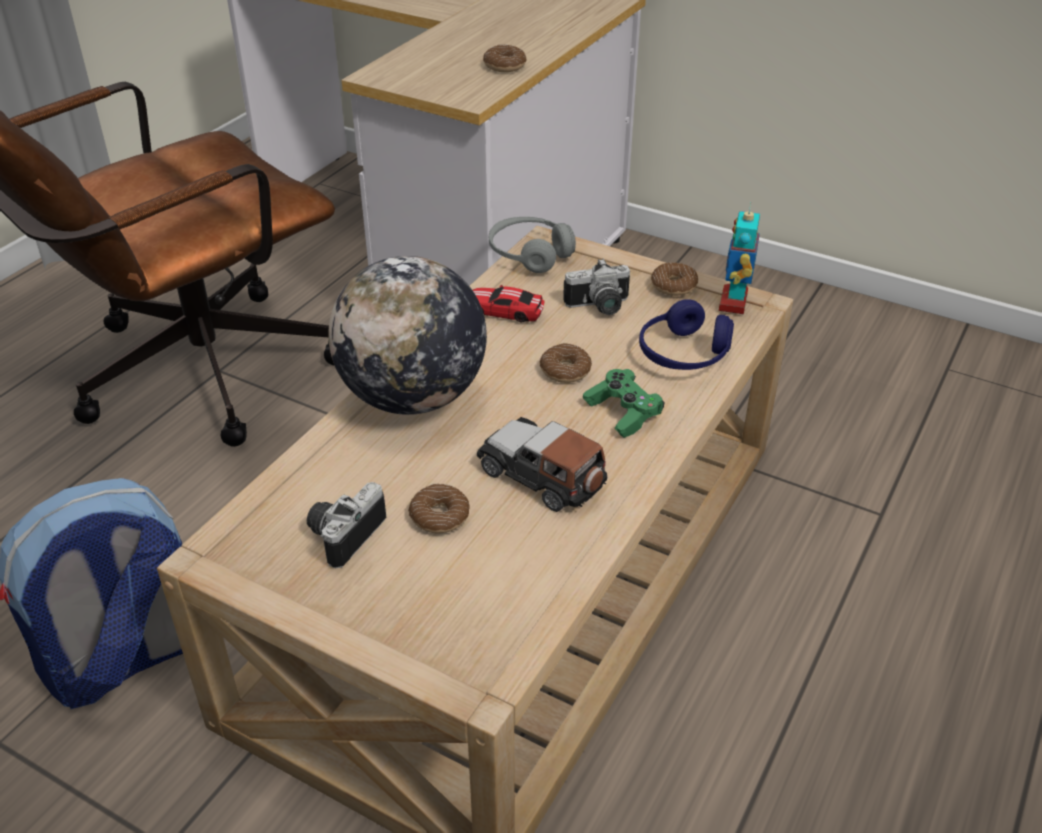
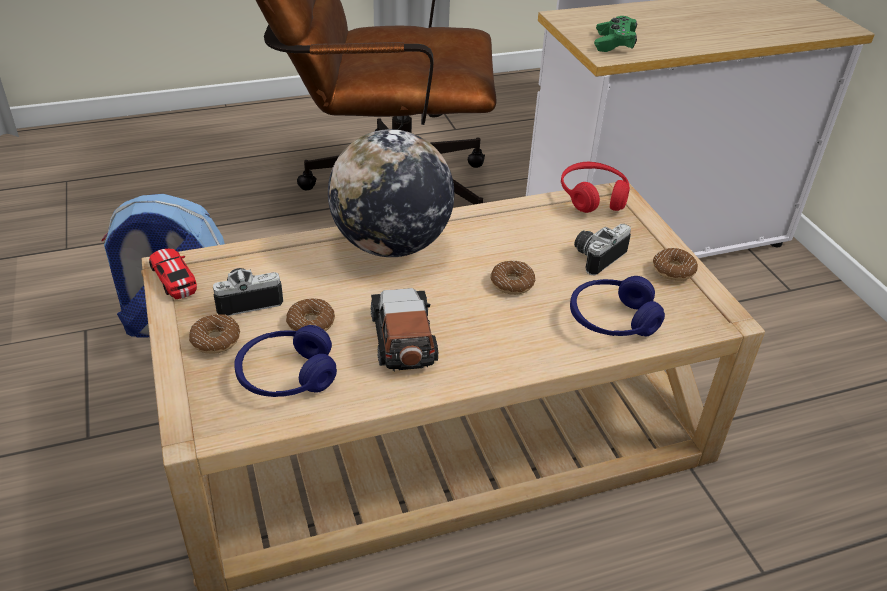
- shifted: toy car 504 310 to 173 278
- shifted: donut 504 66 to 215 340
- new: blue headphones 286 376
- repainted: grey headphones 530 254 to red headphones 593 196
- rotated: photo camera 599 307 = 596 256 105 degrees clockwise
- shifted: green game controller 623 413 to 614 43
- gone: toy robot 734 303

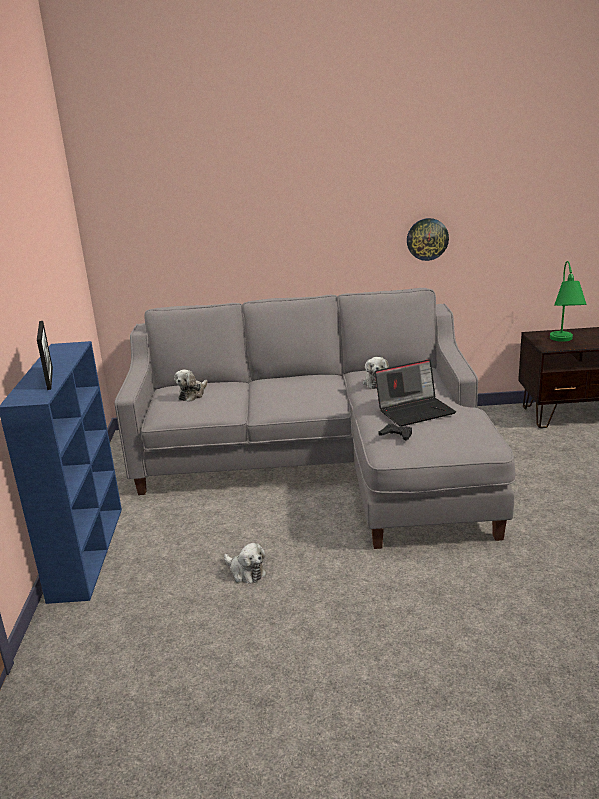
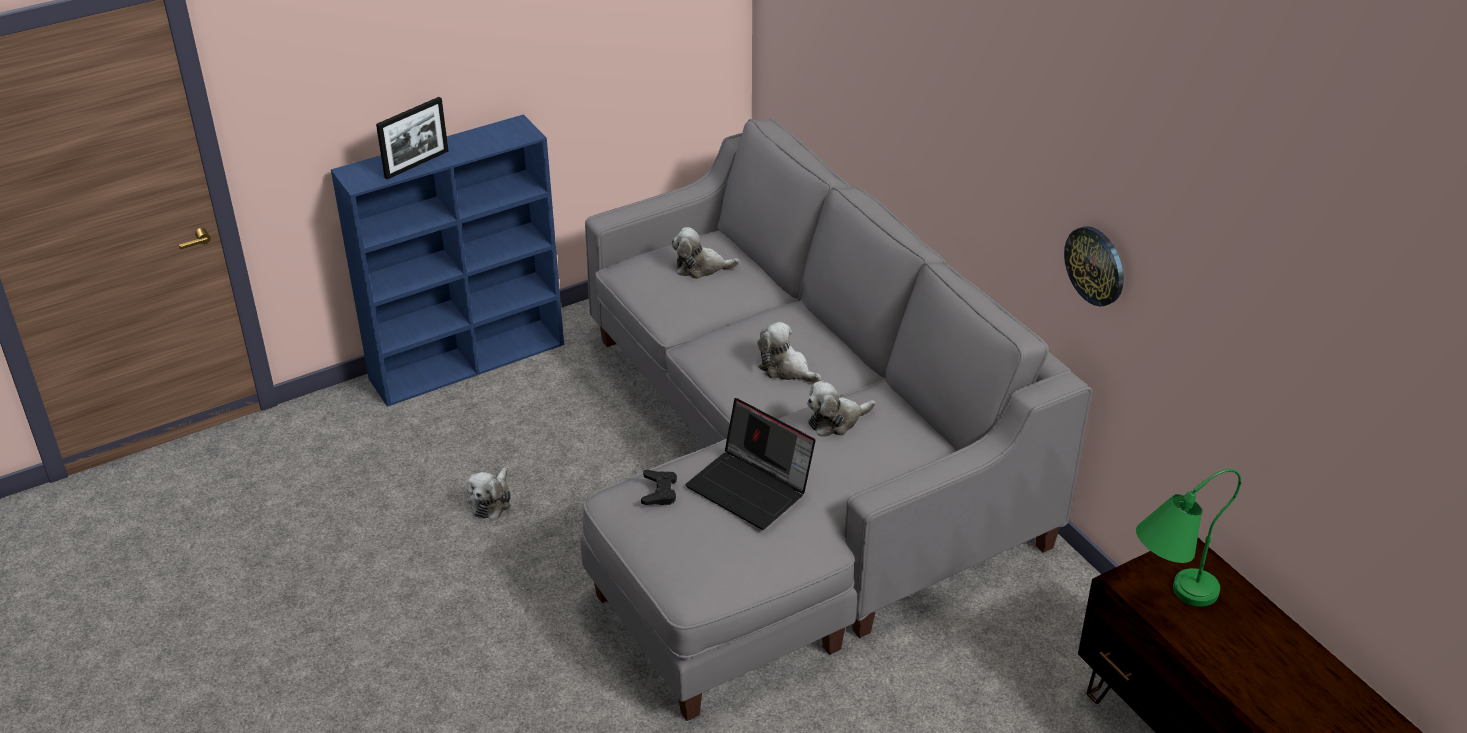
- new: plush toy 786 369

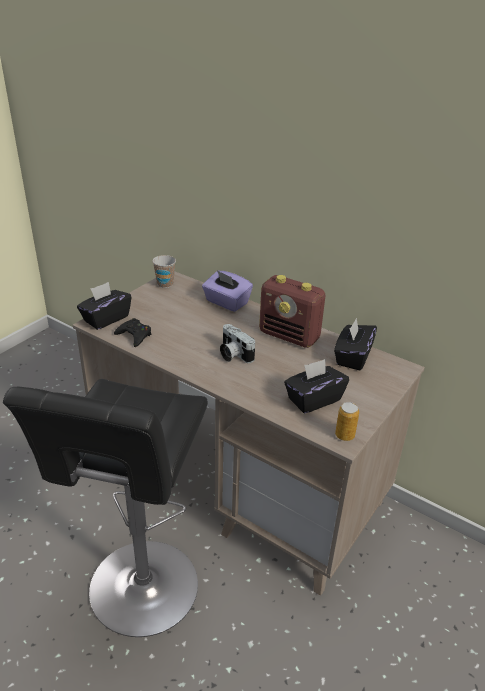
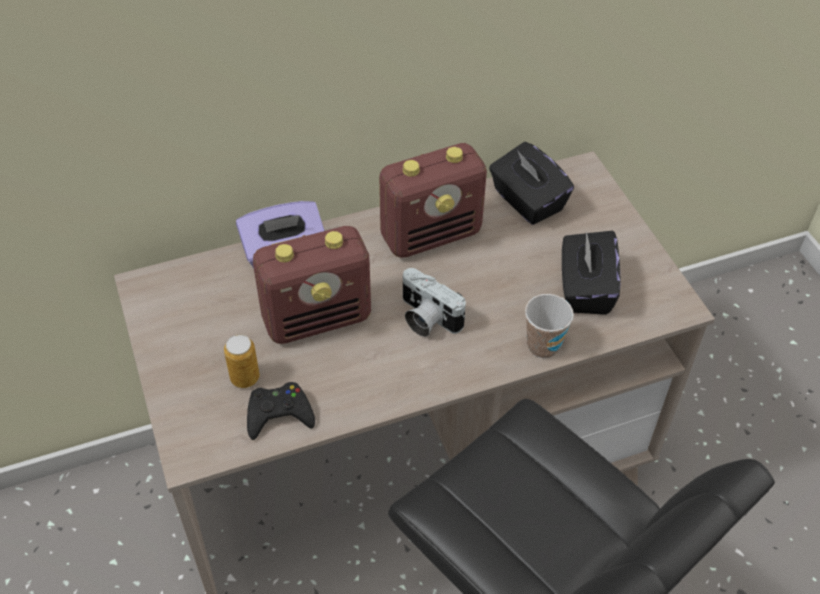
- shifted: can 344 435 to 245 378
- new: radio 318 318
- rotated: photo camera 233 354 = 426 318 45 degrees clockwise
- shifted: cup 165 284 to 543 346
- gone: black tissue box 106 319

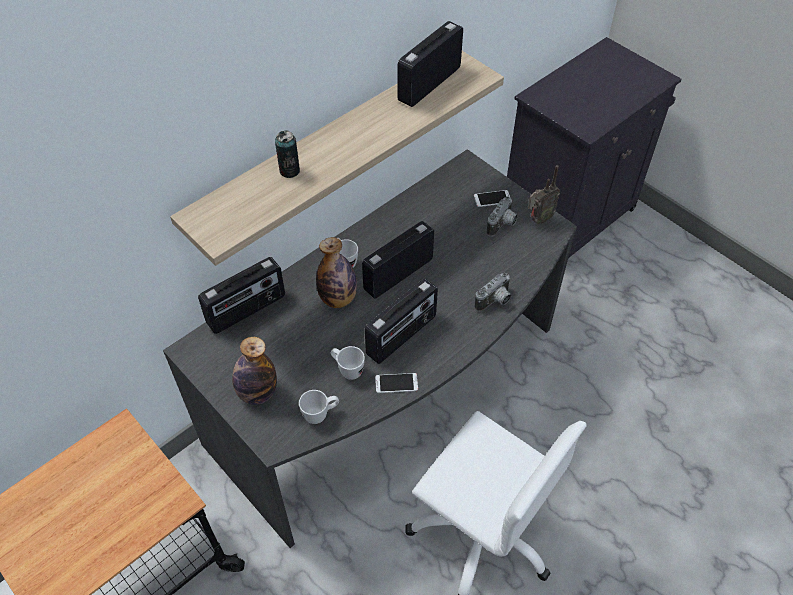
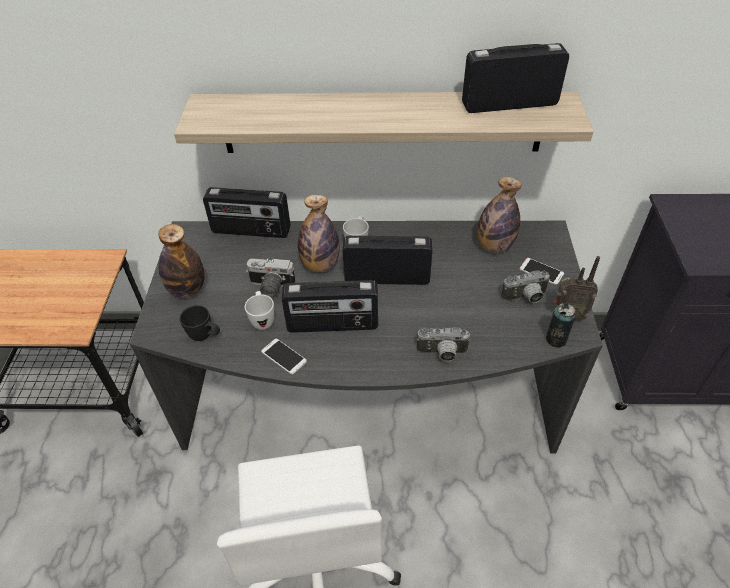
- repainted: white mug 320 414 to black mug 205 336
- new: photo camera 270 287
- new: bottle 494 246
- shifted: can 289 171 to 556 339

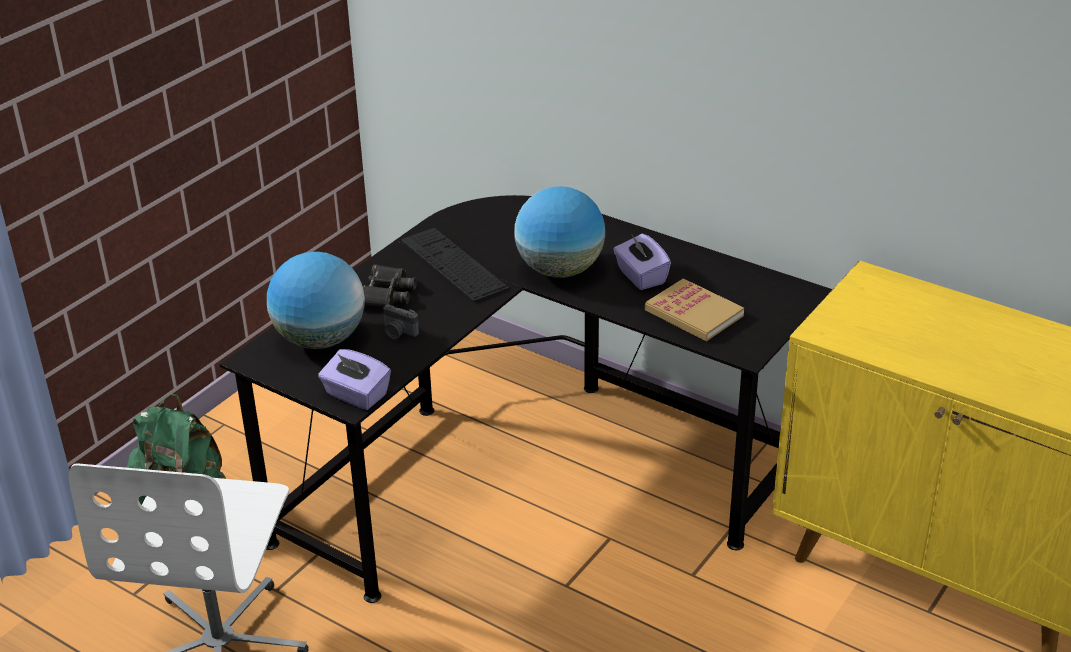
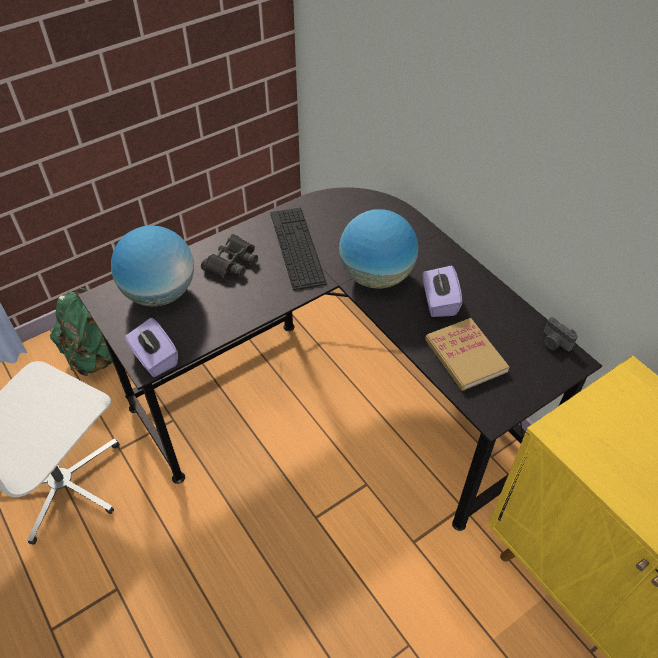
- shifted: photo camera 398 333 to 554 343

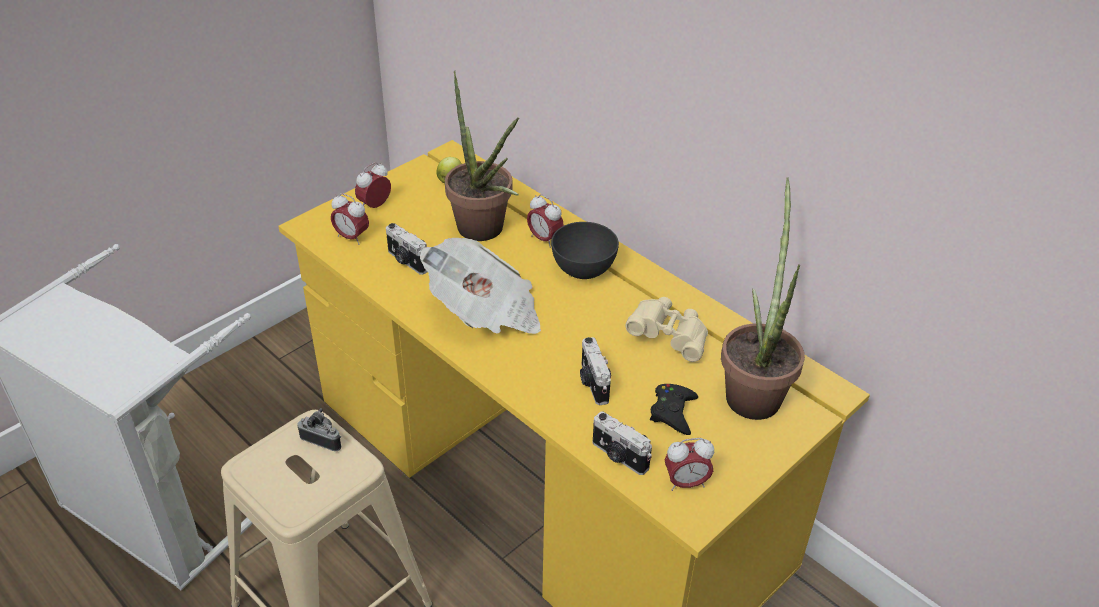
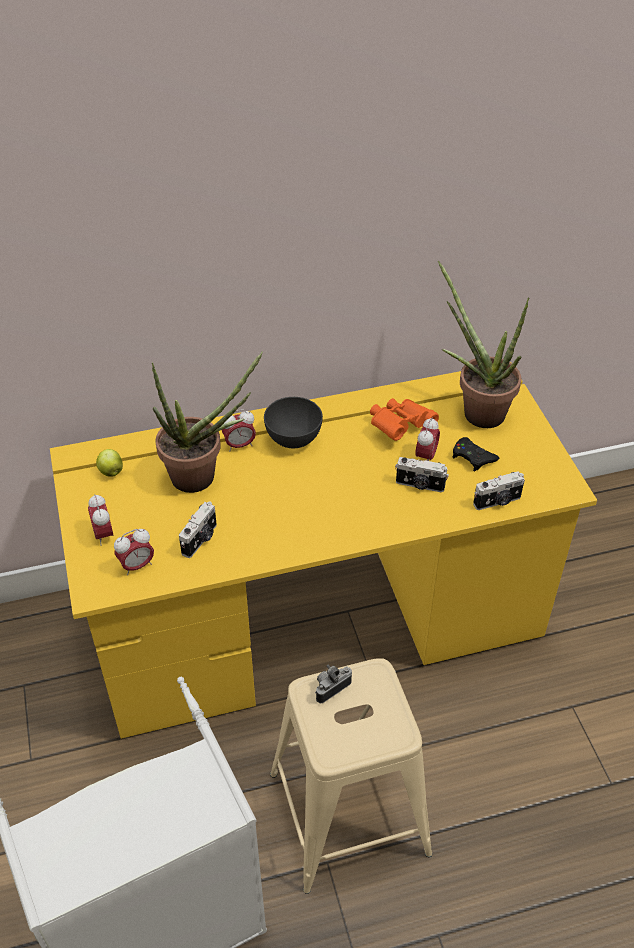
- rotated: photo camera 407 261 = 201 539 45 degrees counterclockwise
- repainted: beige binoculars 669 338 to orange binoculars 400 426
- shifted: alarm clock 686 483 to 426 456
- gone: newspaper 485 312

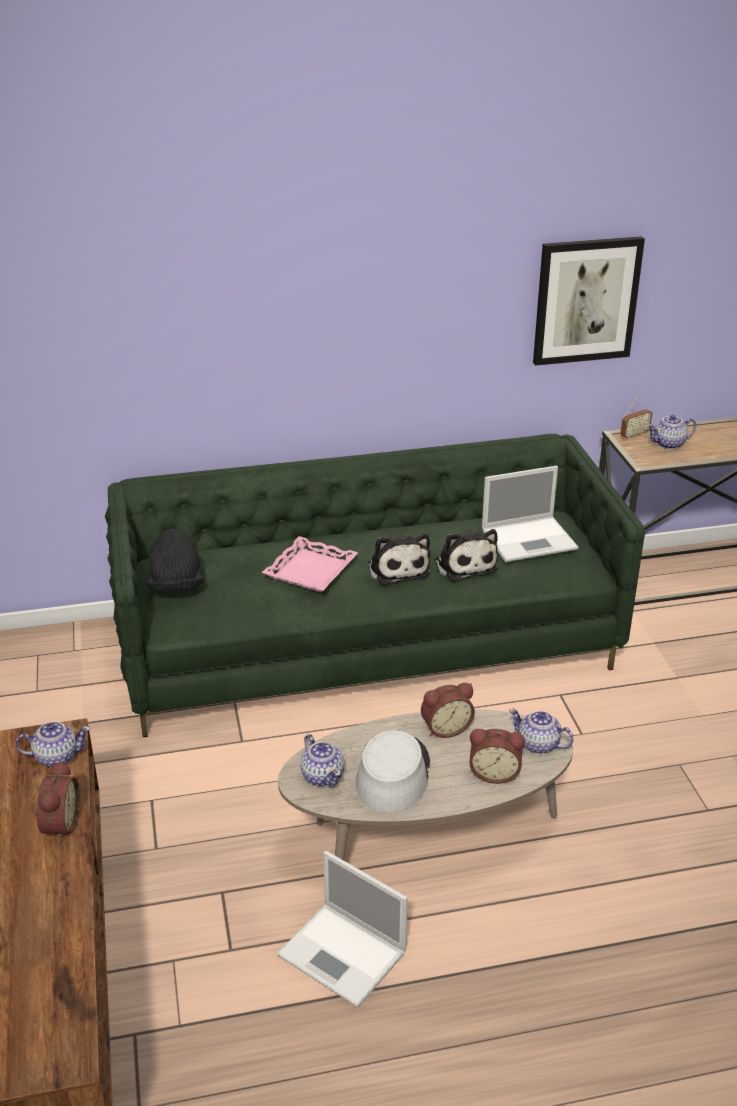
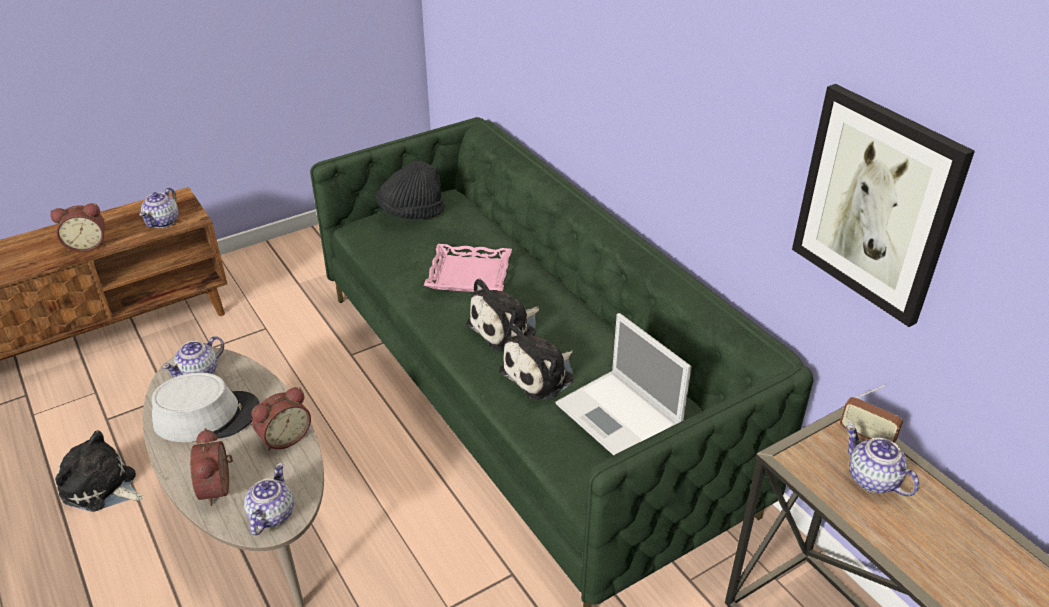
- swapped: laptop 344 955 to plush toy 102 487
- rotated: teapot 56 756 = 163 221 45 degrees clockwise
- rotated: alarm clock 445 728 = 284 437 90 degrees counterclockwise

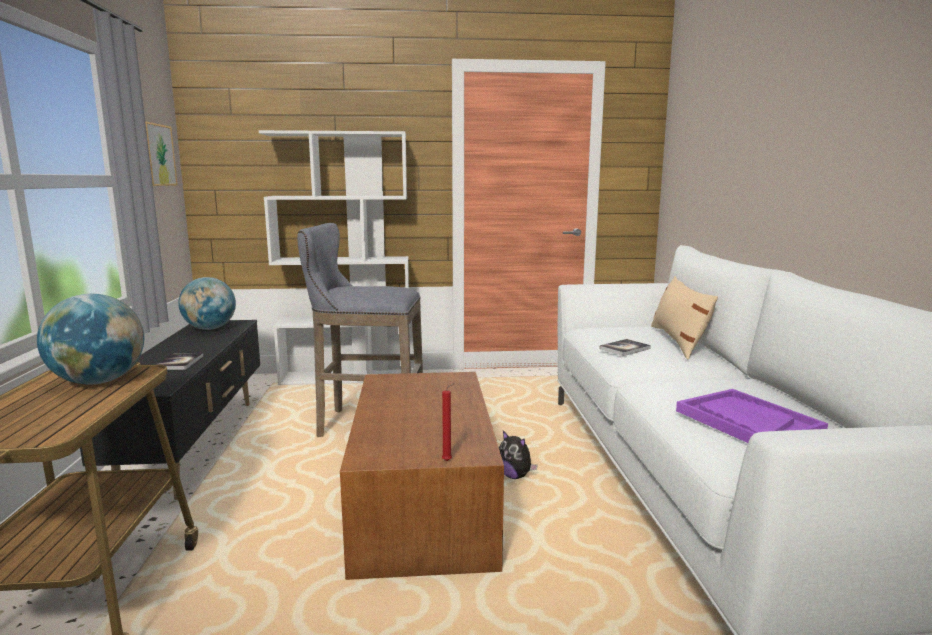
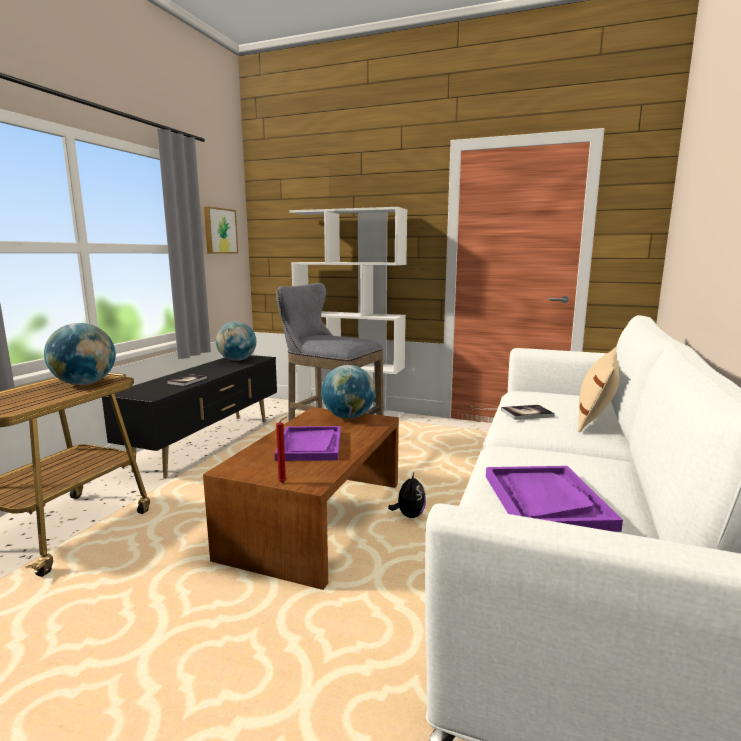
- new: purple tray 310 445
- new: globe 348 417
- rotated: plush toy 515 476 = 409 515 150 degrees counterclockwise

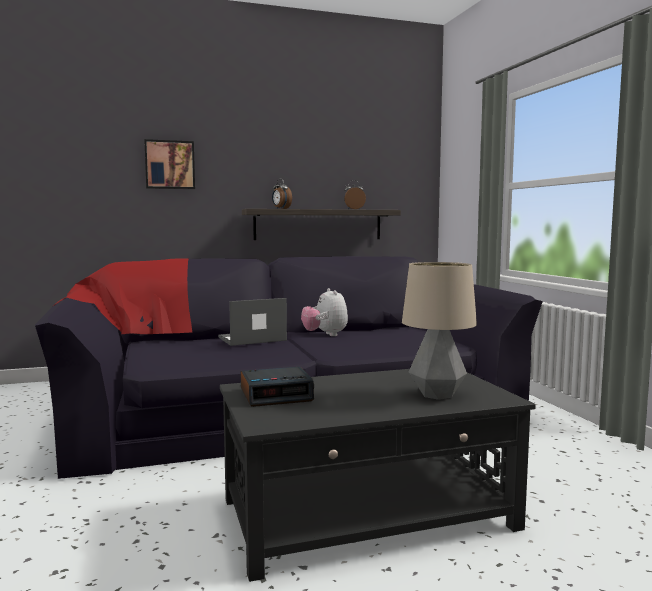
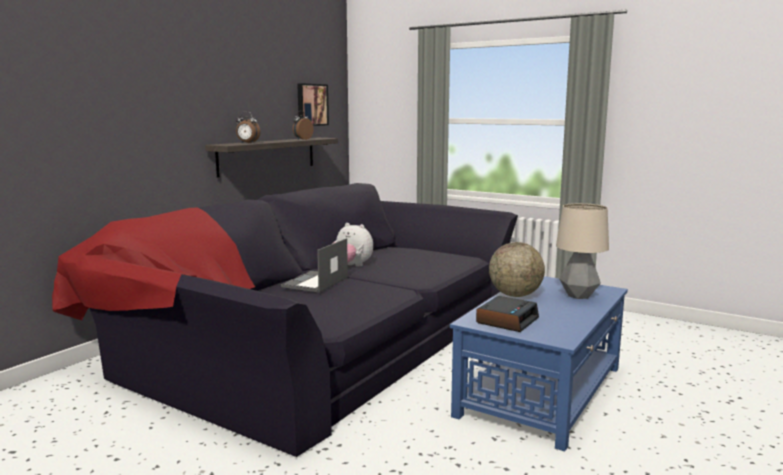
- shifted: picture 170 165 to 311 105
- repainted: black coffee table 369 514 to blue coffee table 542 390
- new: globe 515 295

